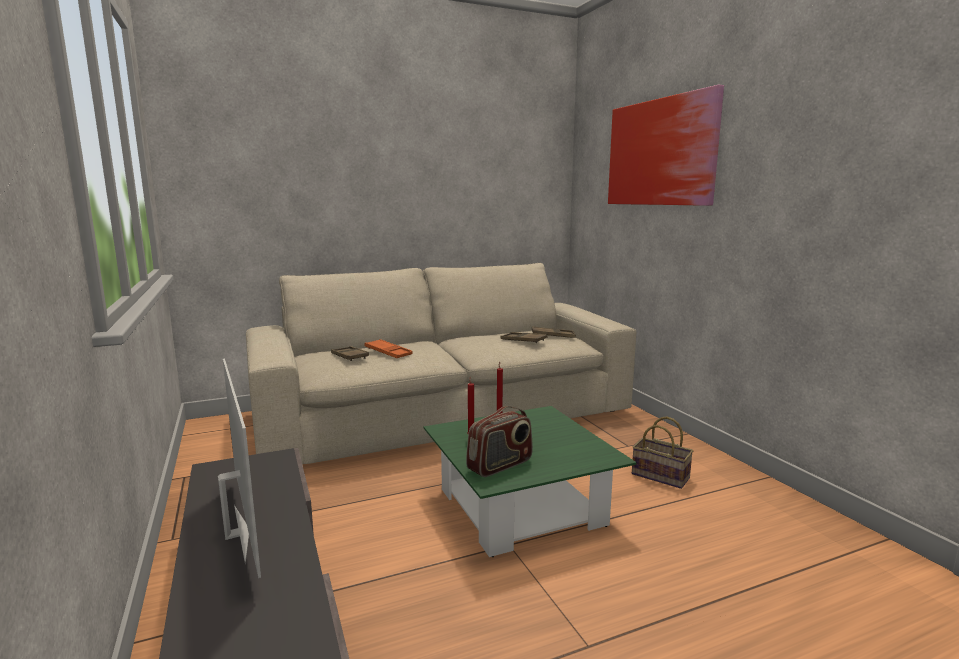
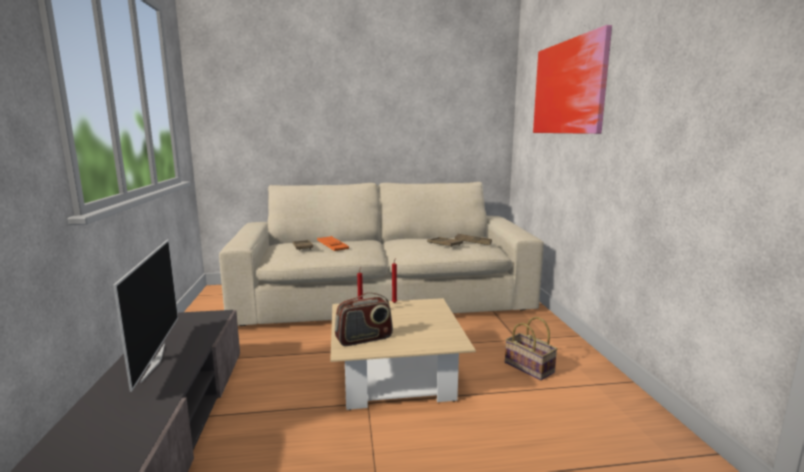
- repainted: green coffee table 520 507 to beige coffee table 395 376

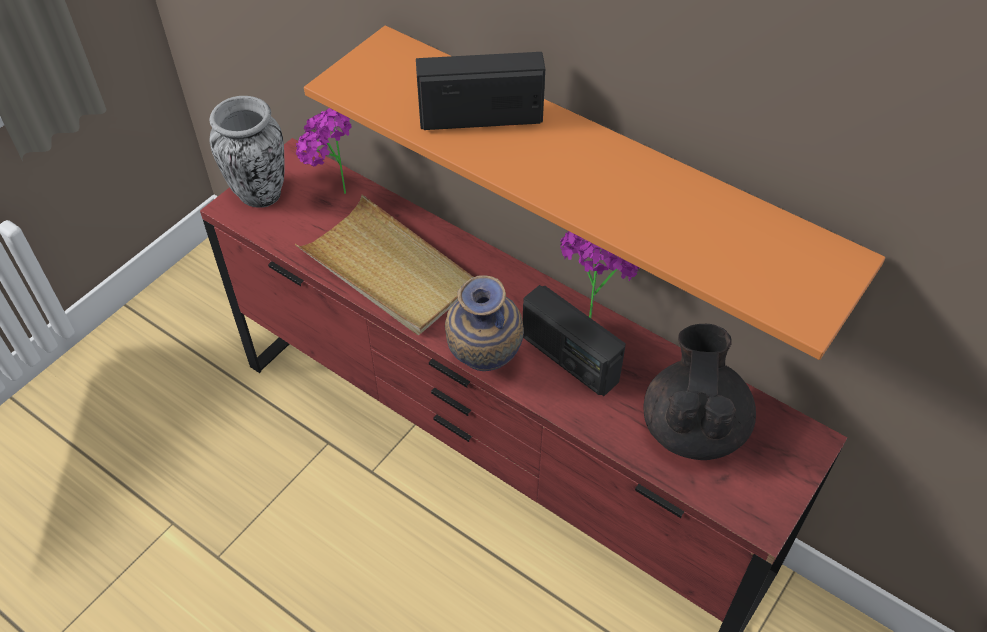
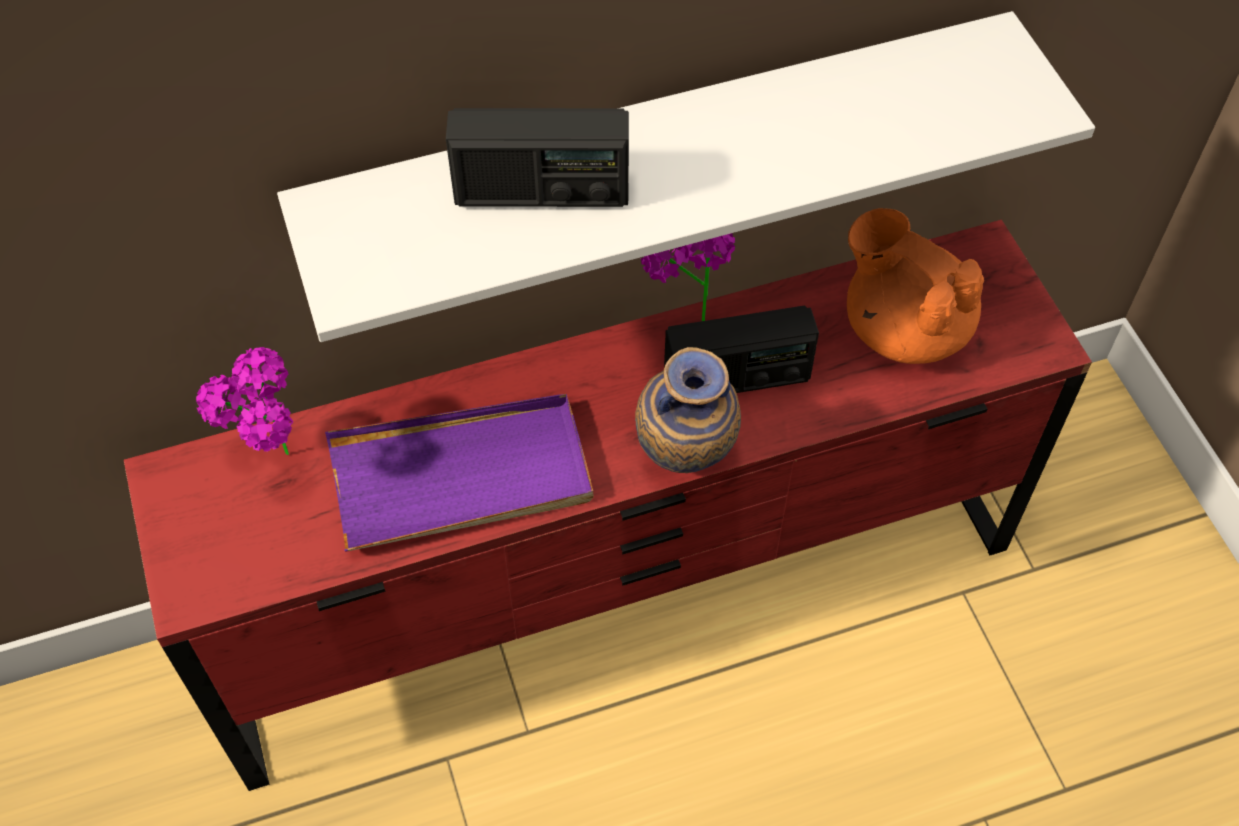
- repainted: orange shelf 604 167 to white shelf 660 146
- repainted: beige tray 388 270 to purple tray 461 477
- rotated: radio 480 116 = 541 192 120 degrees counterclockwise
- repainted: black teapot 693 426 to orange teapot 903 328
- gone: vase 260 194

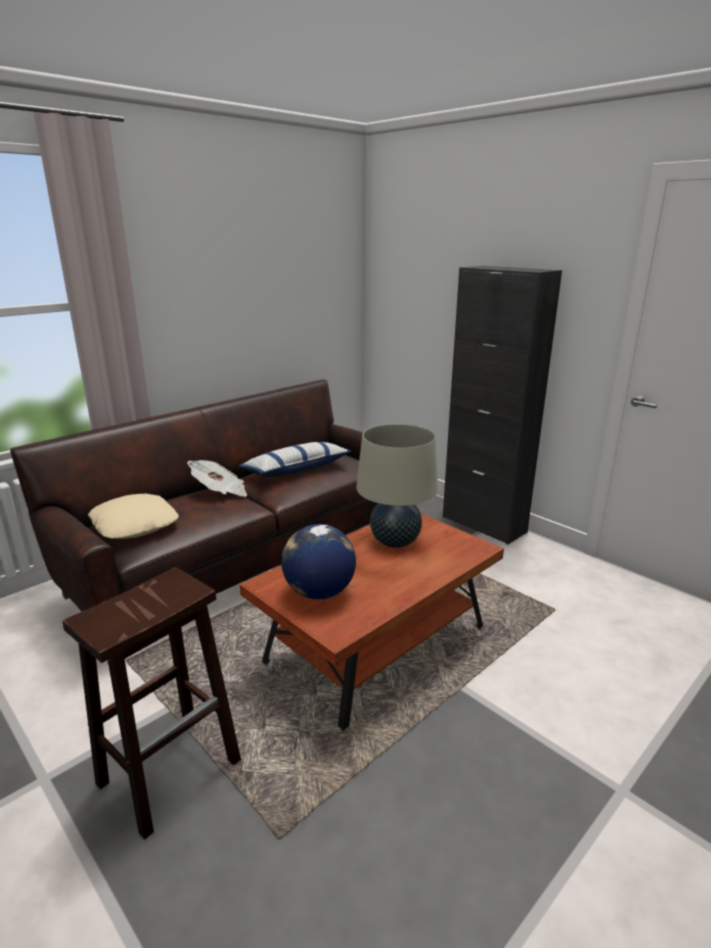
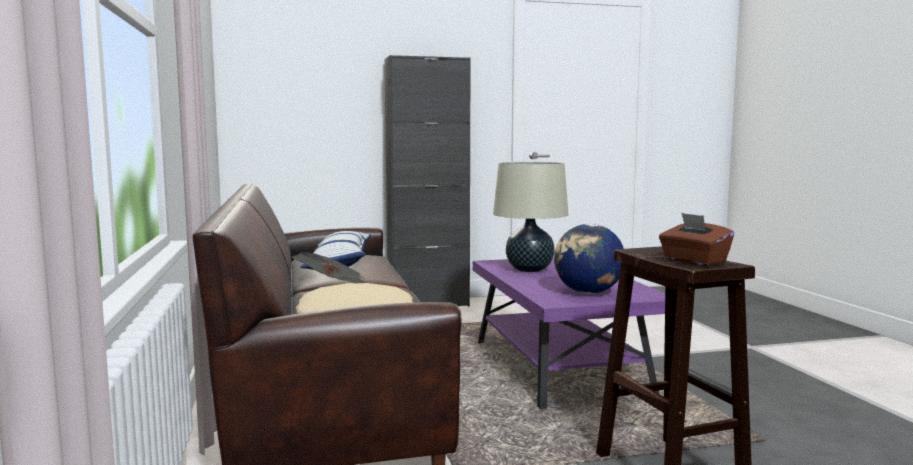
- repainted: brown coffee table 377 646 to purple coffee table 559 368
- new: brown tissue box 694 261

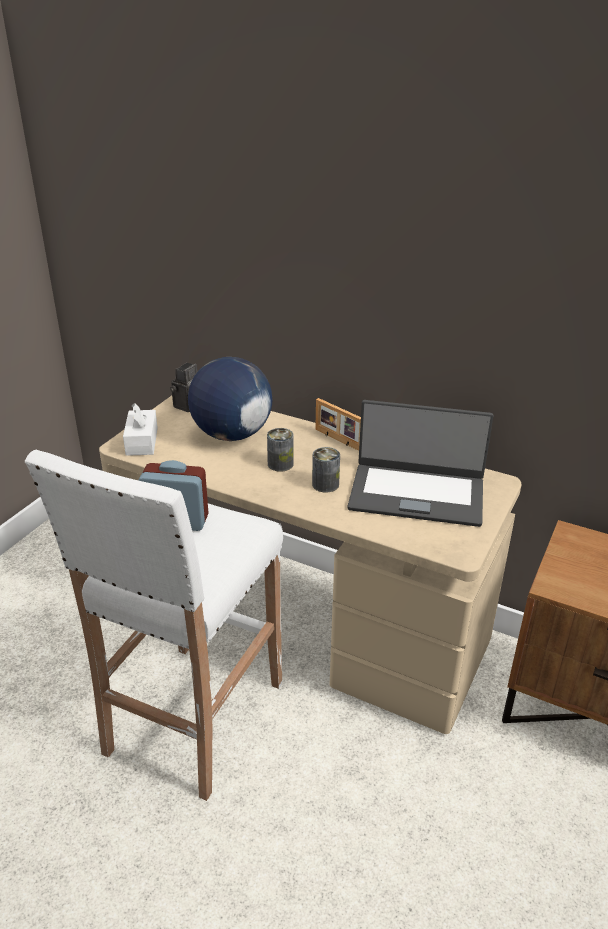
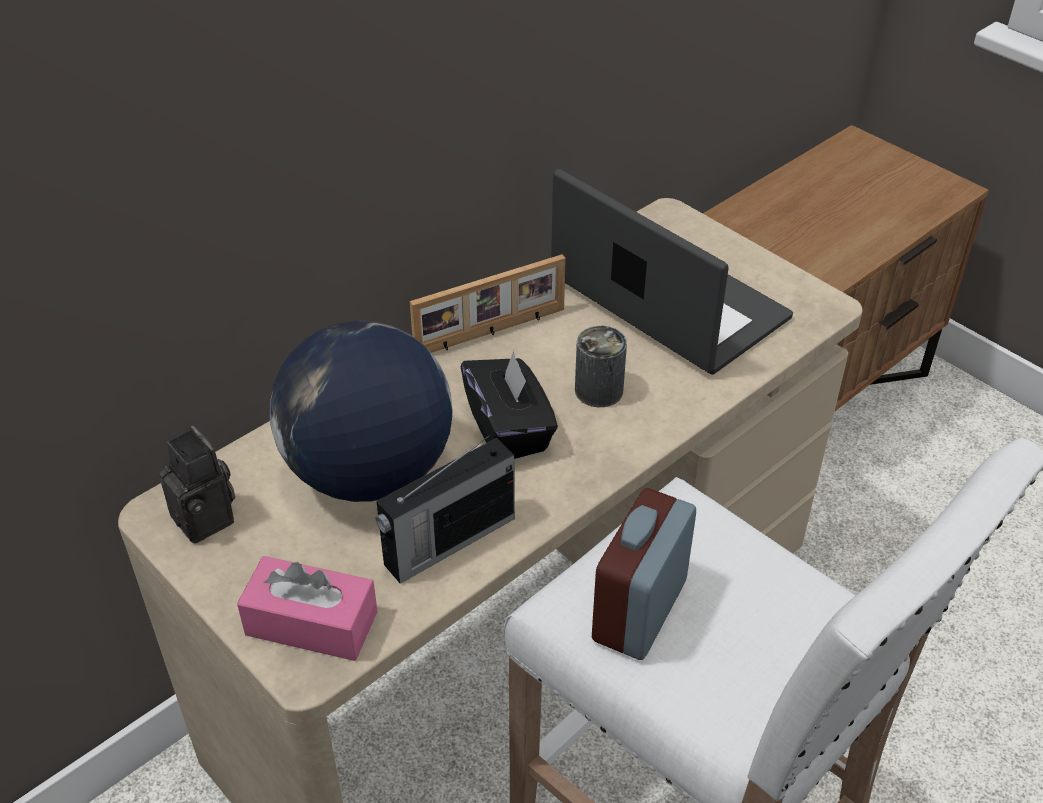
- repainted: white tissue box 142 441 to pink tissue box 311 623
- new: radio 447 542
- swapped: can 280 464 to black tissue box 509 429
- rotated: laptop 416 494 = 666 301 75 degrees counterclockwise

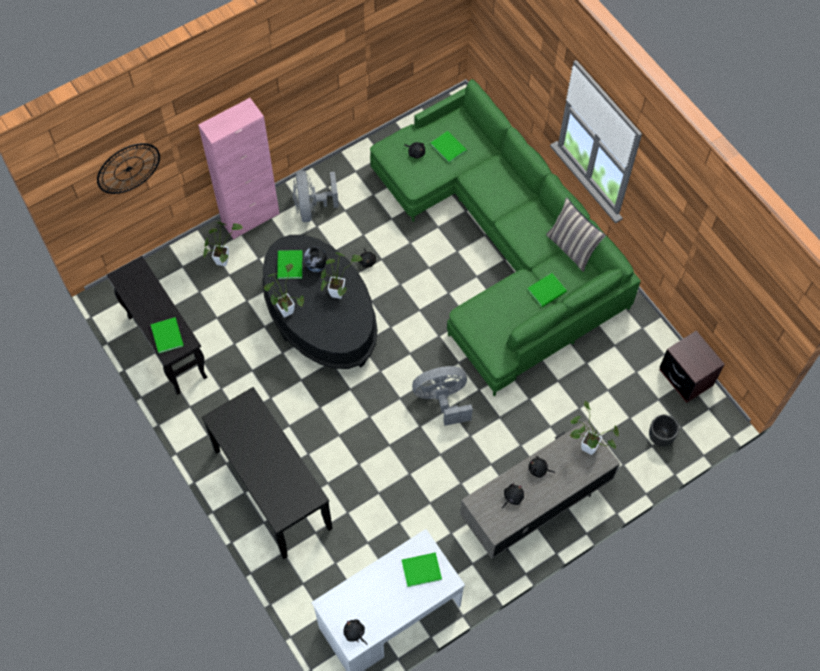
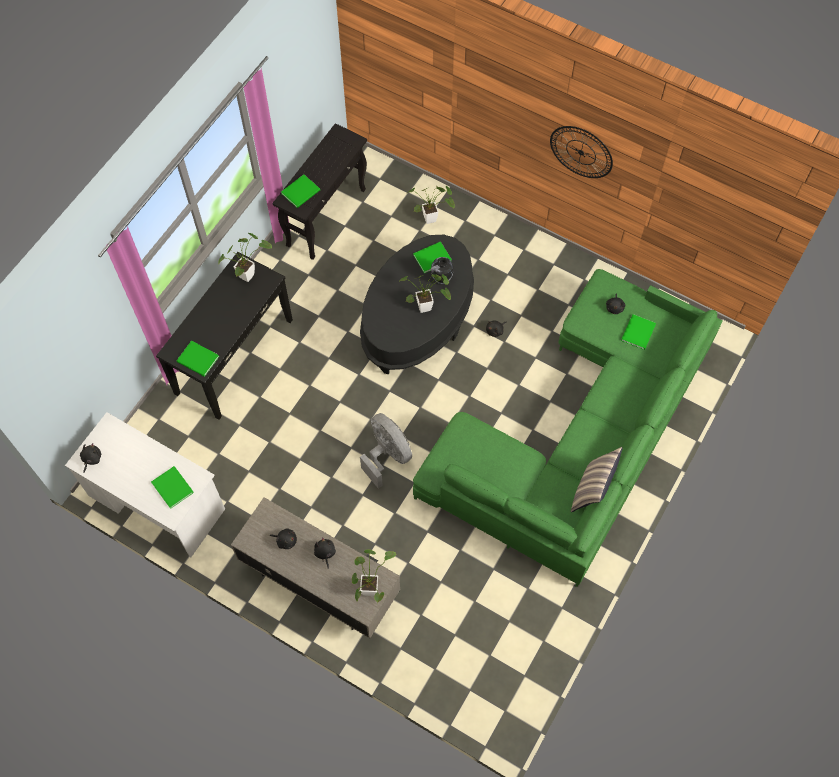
- shifted: green book 548 290 to 198 360
- shifted: potted plant 284 309 to 249 274
- shifted: wall clock 128 168 to 581 152
- gone: pink cabinet 250 218
- gone: grey fan 312 207
- gone: black planter 660 437
- gone: brown nightstand 685 377

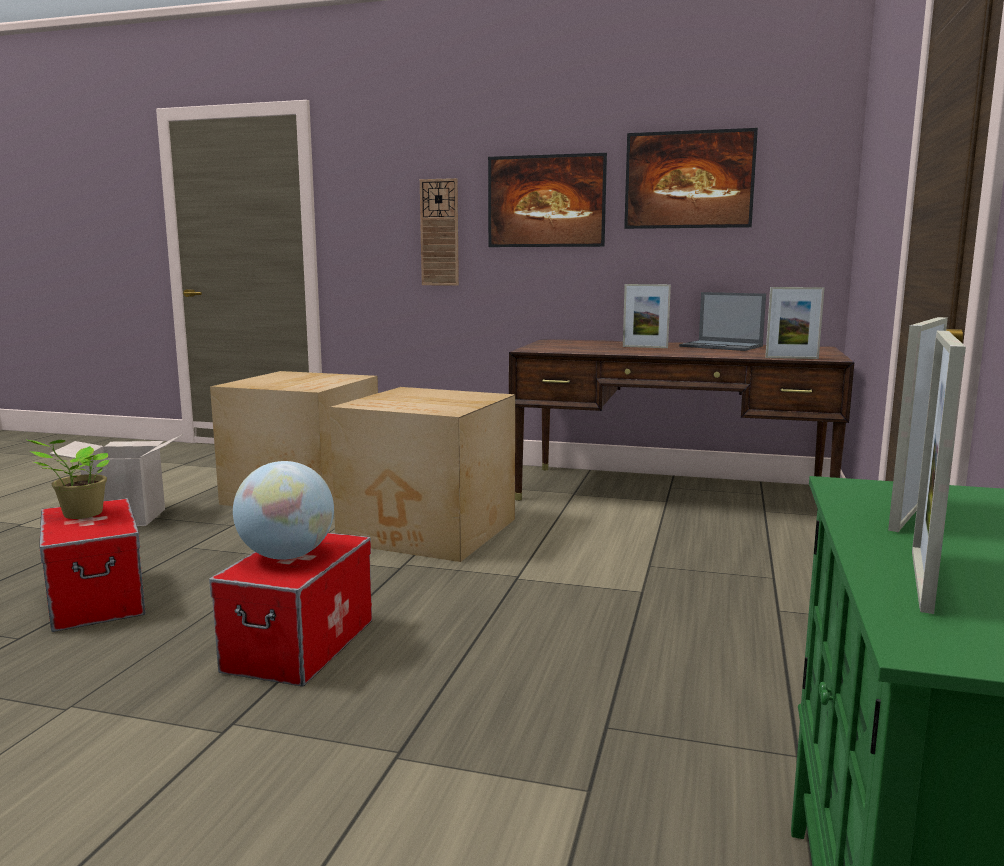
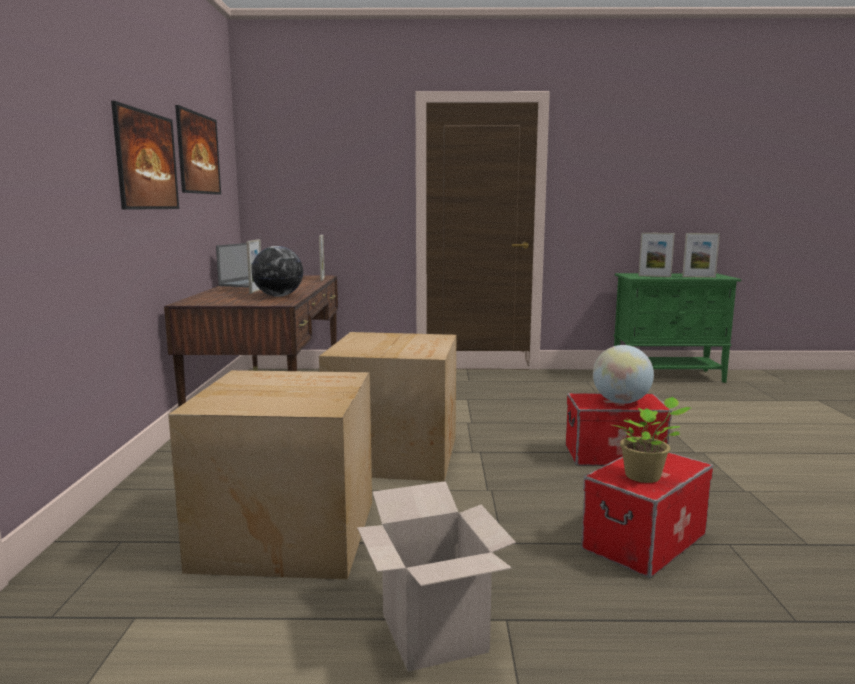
- new: globe 278 296
- gone: wall clock 439 232

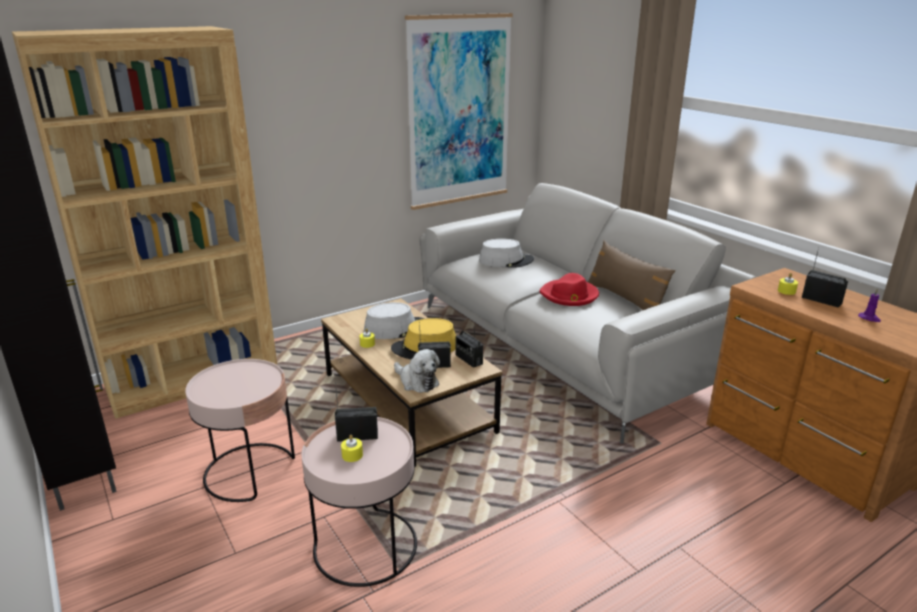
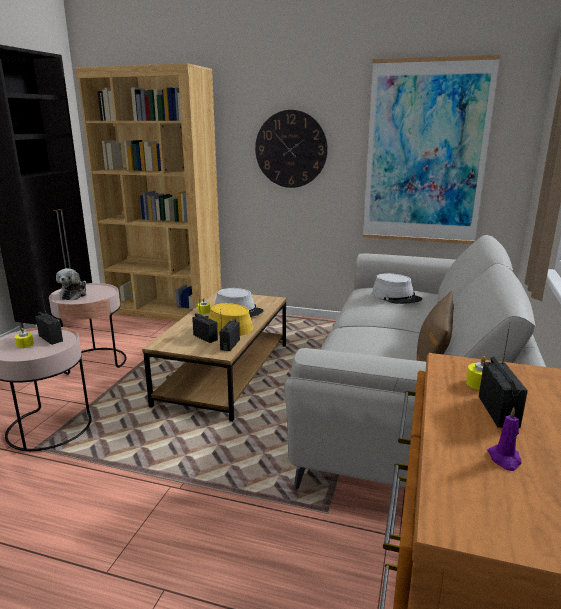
- shifted: plush toy 417 382 to 74 294
- new: wall clock 291 149
- gone: red hat 569 295

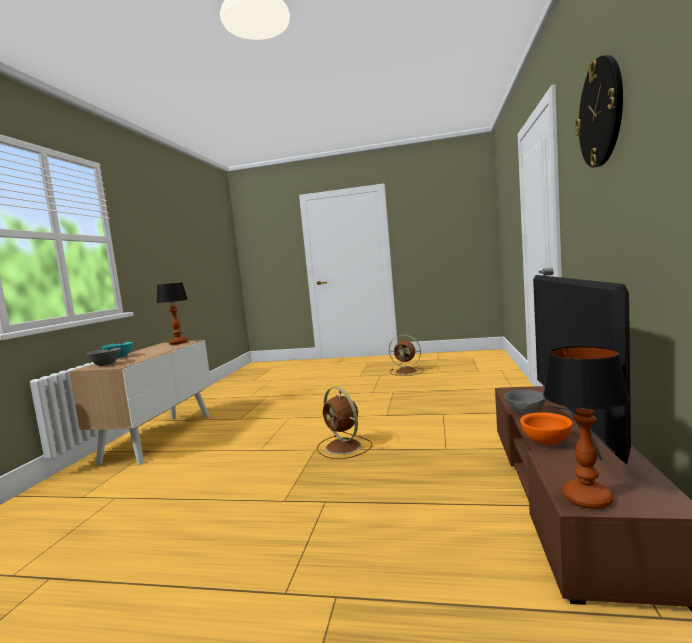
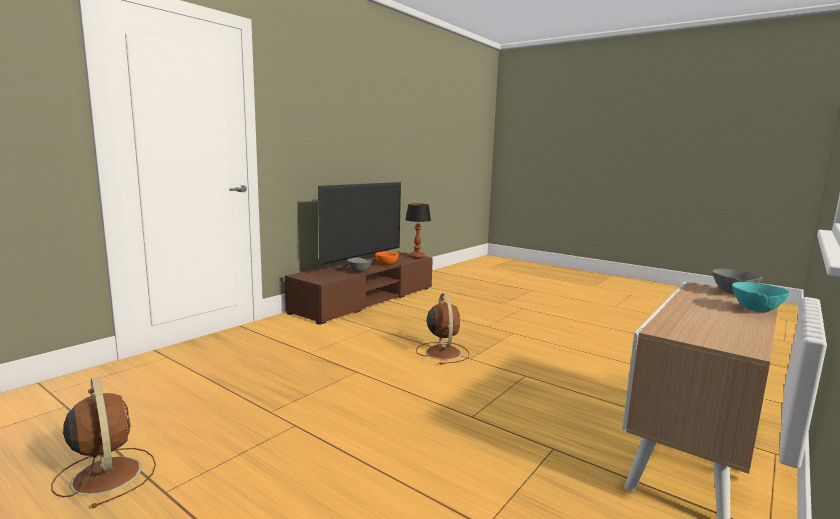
- gone: table lamp 178 343
- gone: wall clock 600 113

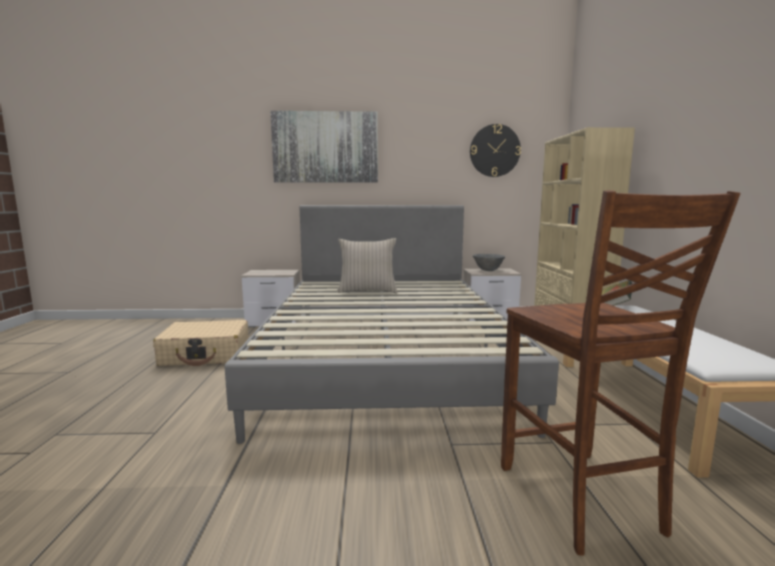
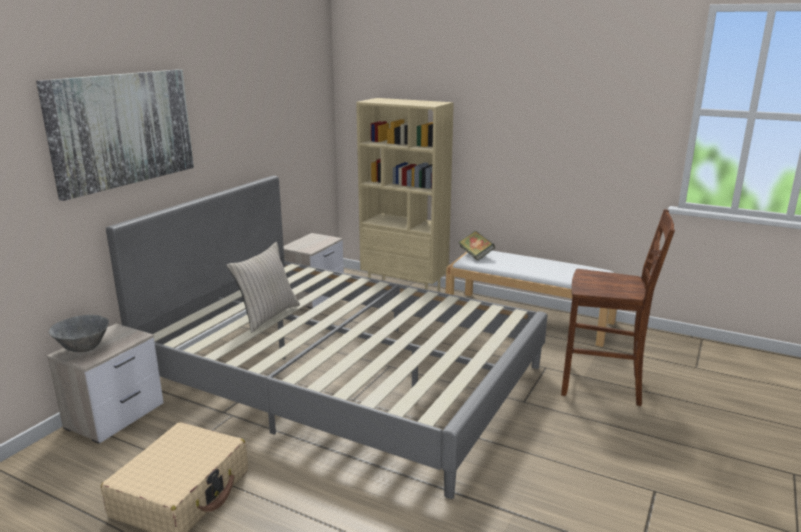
- shifted: grey bowl 488 271 to 83 349
- gone: wall clock 494 150

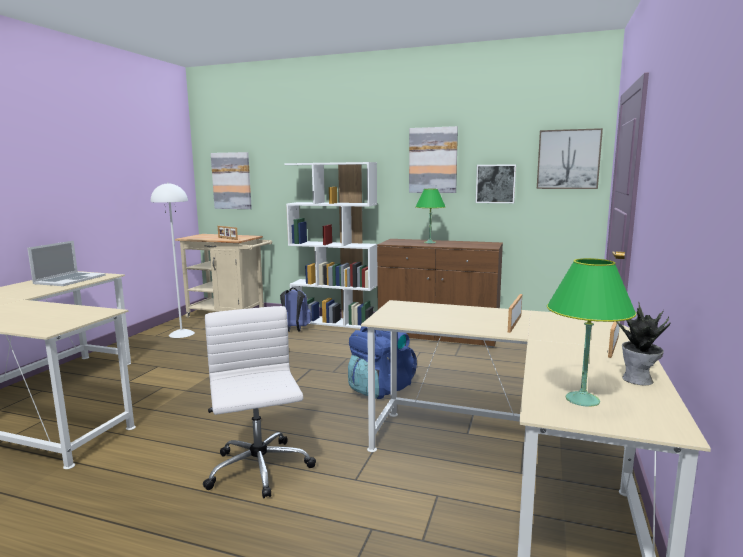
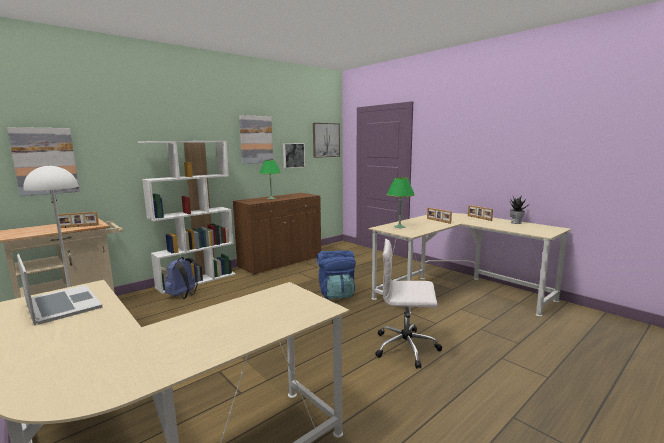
- shifted: green table lamp 582 399 to 399 227

